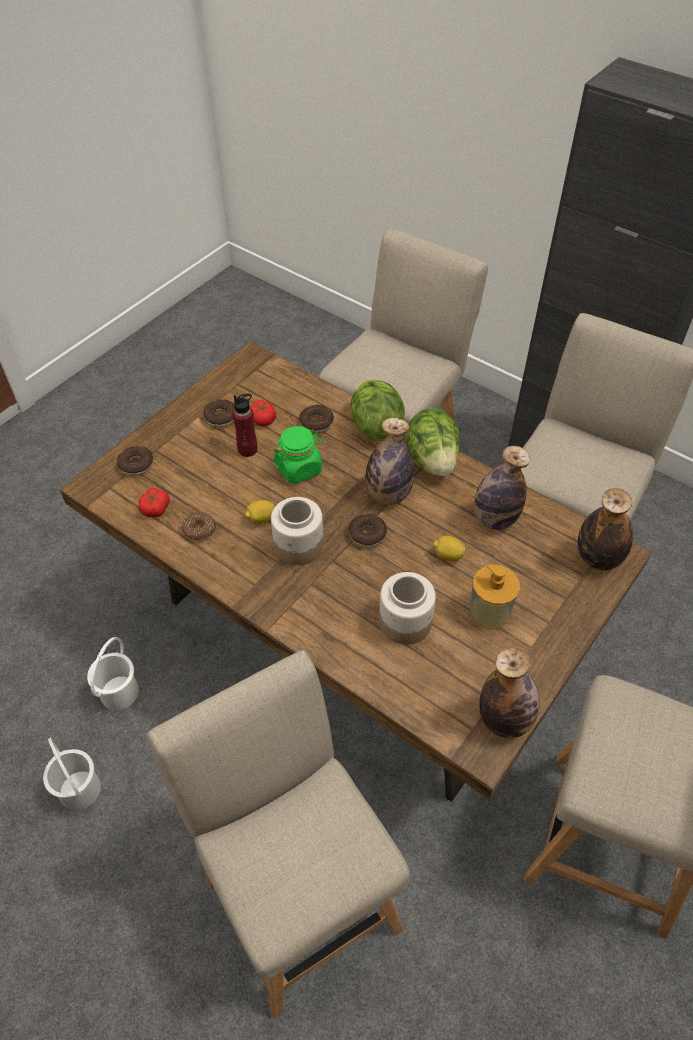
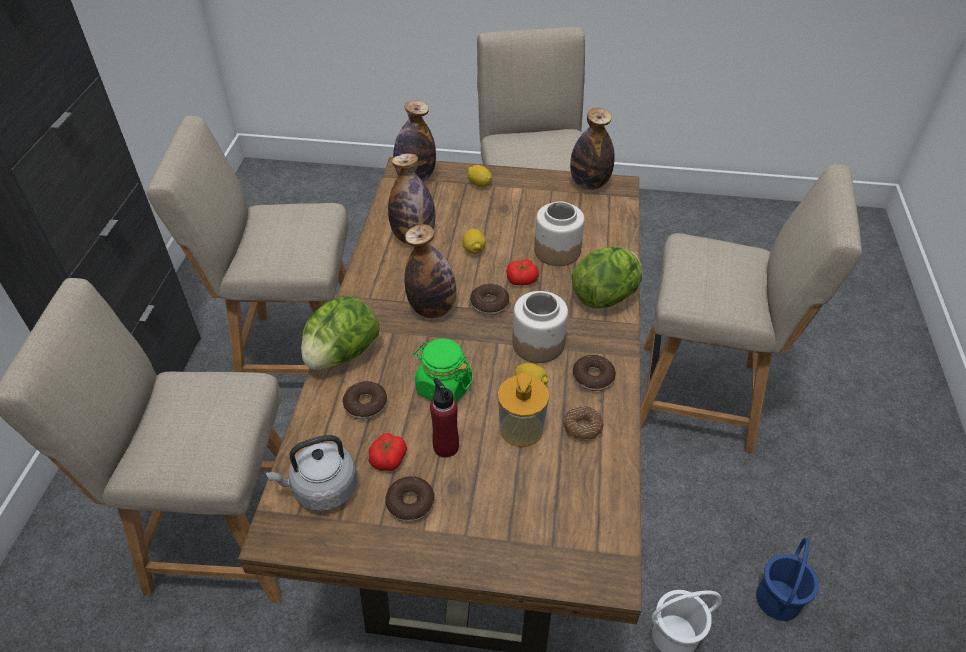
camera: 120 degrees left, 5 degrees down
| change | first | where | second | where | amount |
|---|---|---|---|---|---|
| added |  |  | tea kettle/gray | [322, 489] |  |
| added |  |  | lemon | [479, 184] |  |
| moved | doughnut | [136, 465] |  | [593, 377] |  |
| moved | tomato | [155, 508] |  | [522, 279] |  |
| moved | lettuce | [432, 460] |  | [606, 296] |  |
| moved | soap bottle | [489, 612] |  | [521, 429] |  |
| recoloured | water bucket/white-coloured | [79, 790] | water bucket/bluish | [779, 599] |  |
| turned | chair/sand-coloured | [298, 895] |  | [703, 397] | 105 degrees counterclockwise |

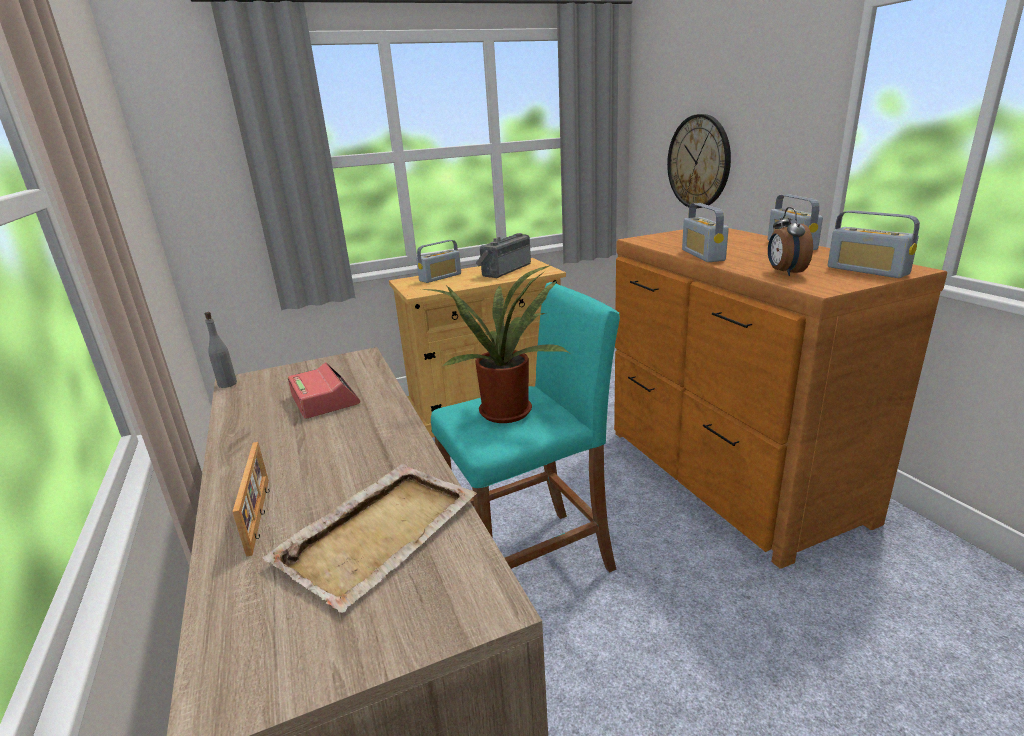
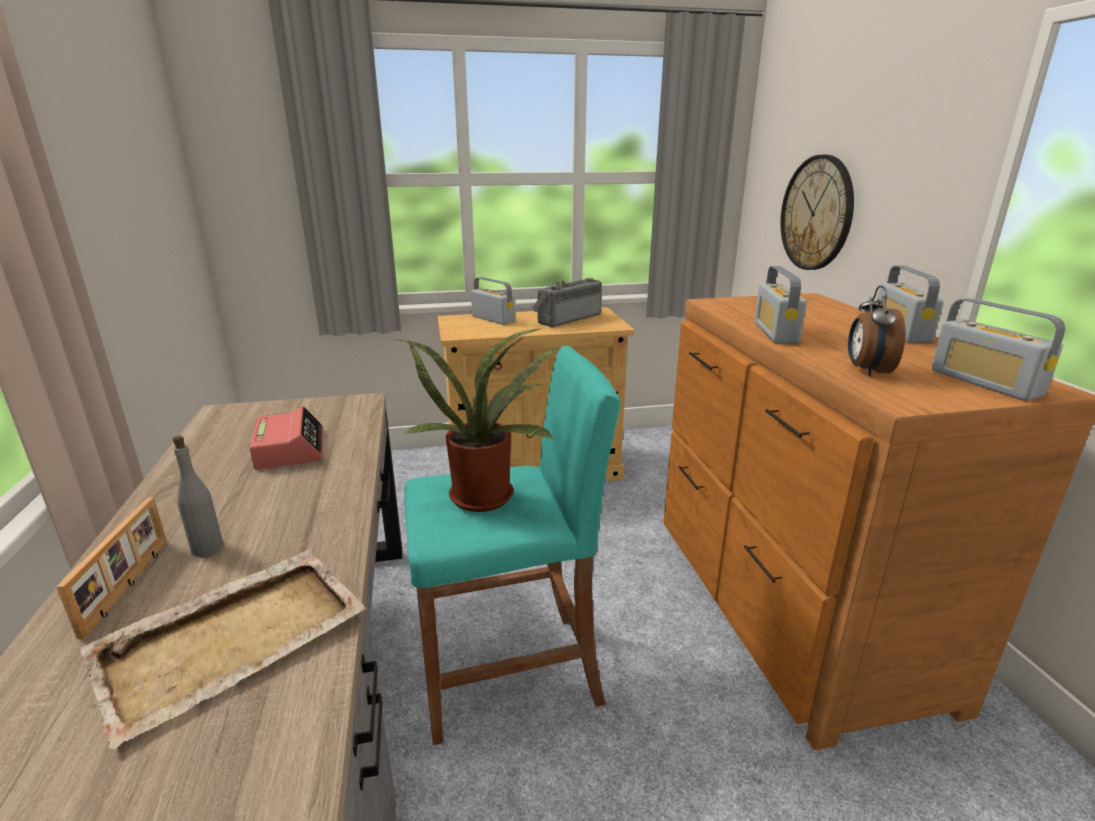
camera: 10 degrees right, 0 degrees up
| change | first | where | second | where | amount |
|---|---|---|---|---|---|
| moved | bottle/gray | [227, 384] |  | [208, 548] |  |
| turned | radio set | [440, 277] |  | [493, 319] | 105 degrees counterclockwise |

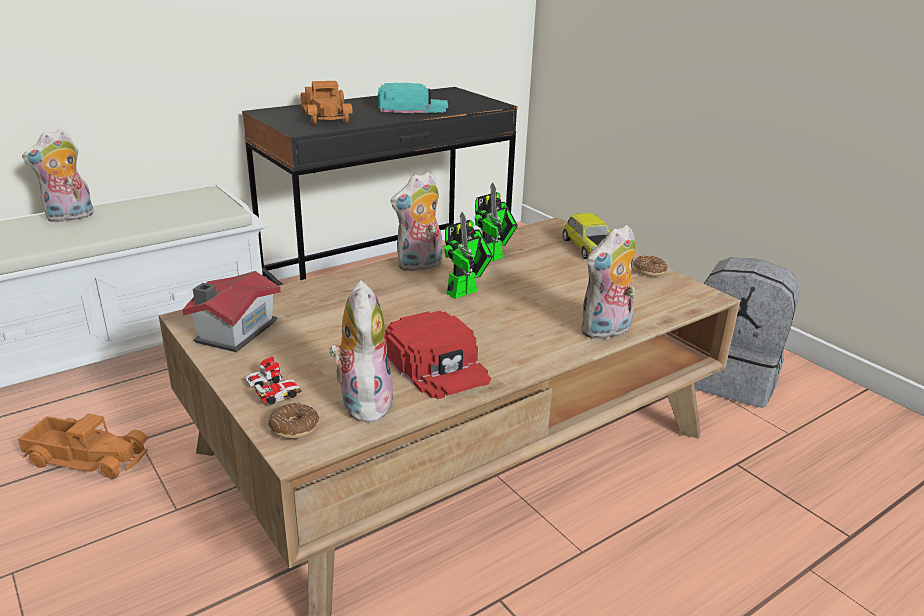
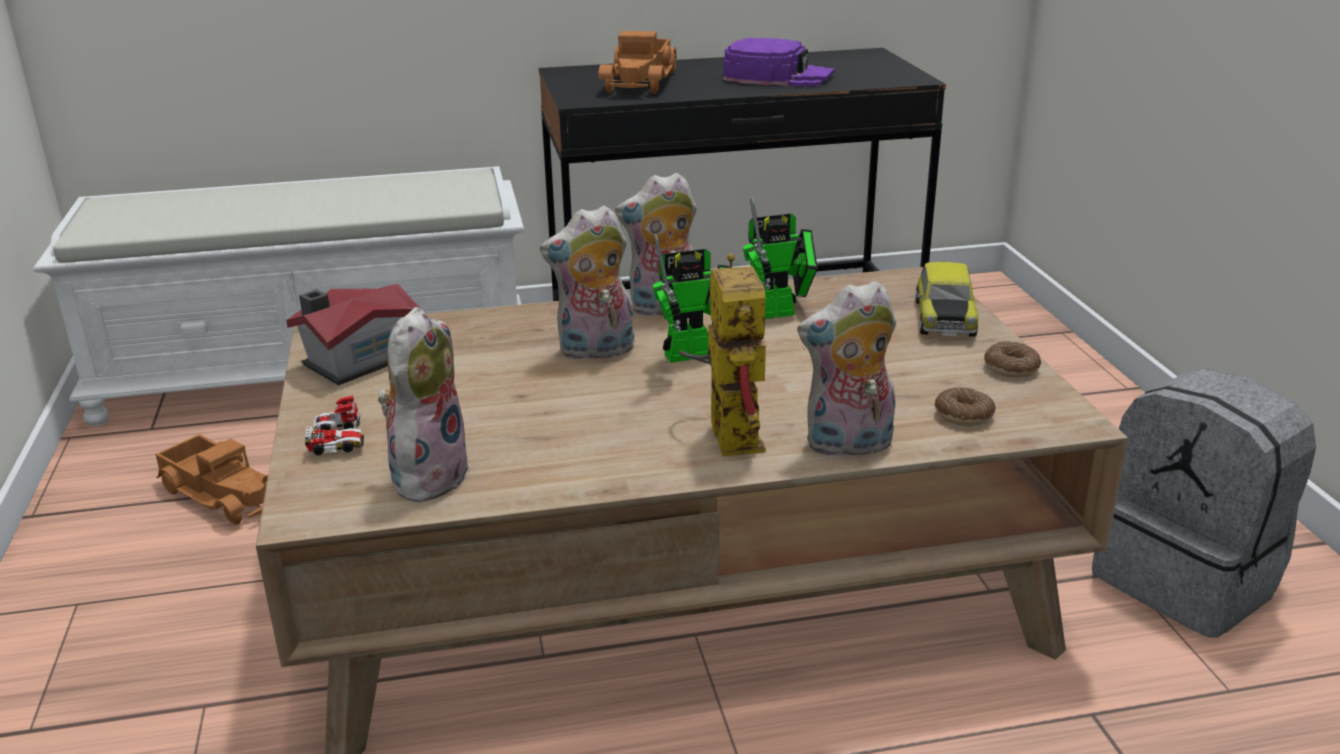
camera: 25 degrees right, 0 degrees up
| change | first | where | second | where | amount |
|---|---|---|---|---|---|
| removed | baseball cap/red-coloured | [437, 364] |  |  |  |
| added |  |  | robot figure | [726, 431] |  |
| moved | soft toy | [69, 217] |  | [595, 352] |  |
| moved | doughnut | [294, 427] |  | [963, 415] |  |
| recoloured | baseball cap/blue-green | [412, 107] | baseball cap/purple-coloured | [778, 76] |  |

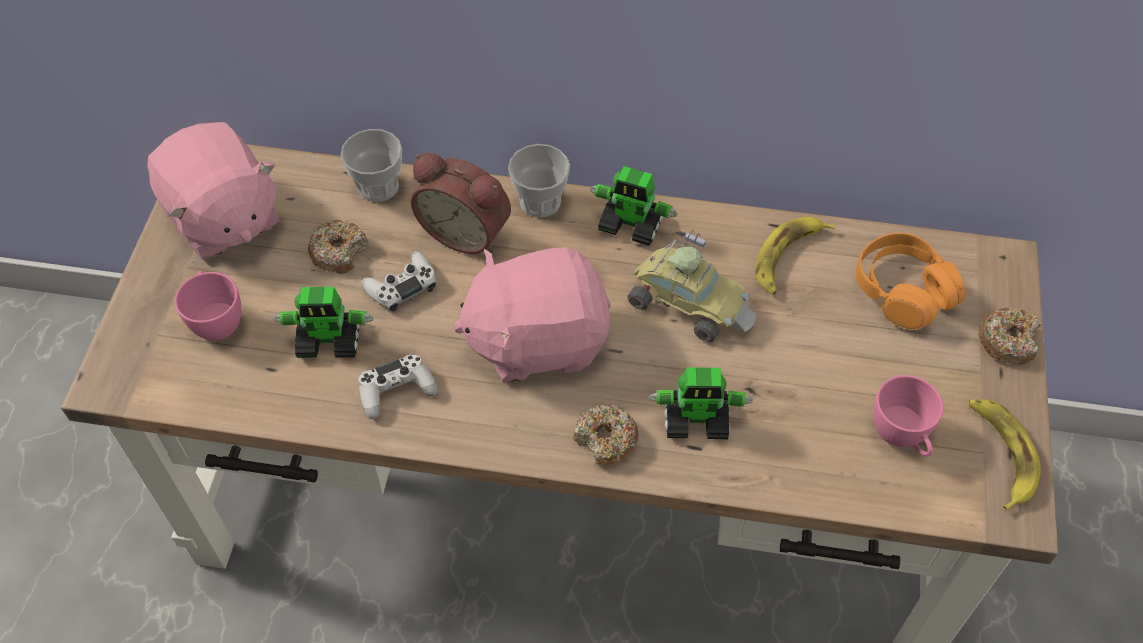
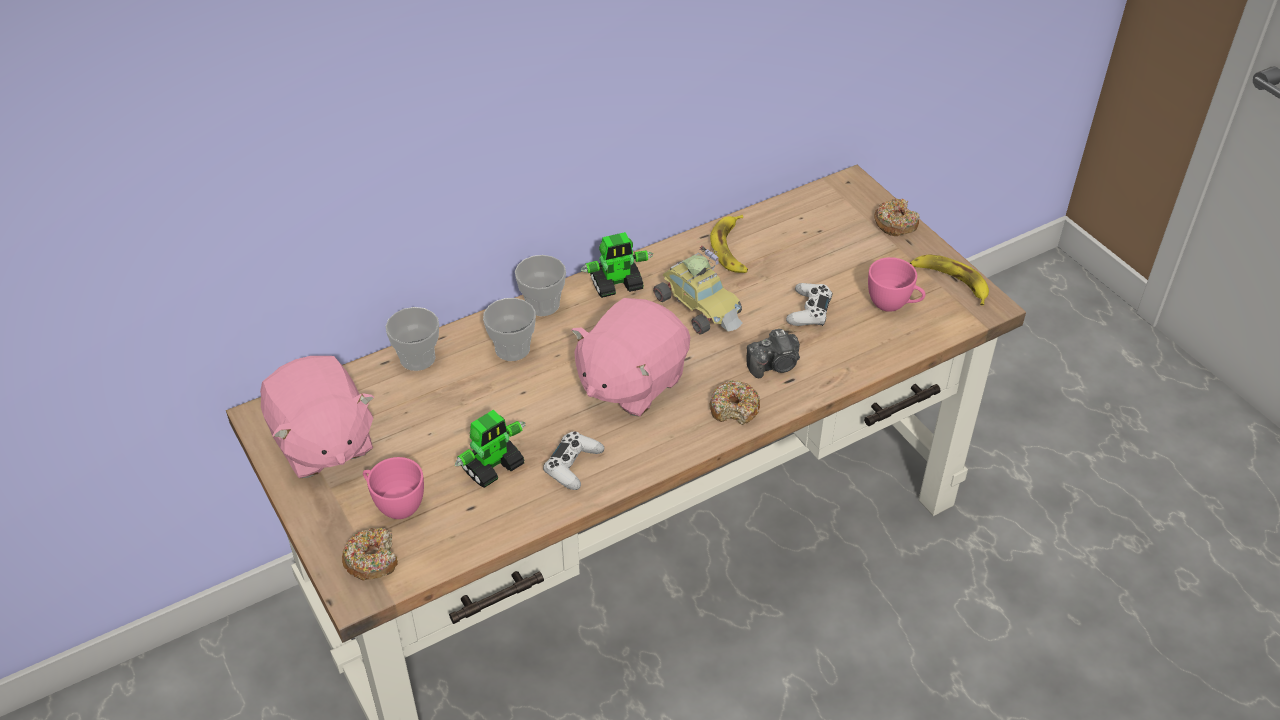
camera: 40 degrees left, 10 degrees down
| change | first | where | second | where | amount |
|---|---|---|---|---|---|
| removed | headphones/orange-coloured | [902, 291] |  |  |  |
| moved | doughnut | [339, 252] |  | [372, 560] |  |
| moved | gamepad/white-coloured | [402, 287] |  | [809, 311] |  |
| replaced | bedside clock | [467, 231] | drinking cup | [512, 348] |  |
| replaced | robot figure | [697, 419] | still camera | [774, 365] |  |
| turned | soft toy/pink | [223, 218] |  | [322, 443] | 45 degrees clockwise |
| turned | miniature car | [688, 302] |  | [700, 306] | 60 degrees clockwise |

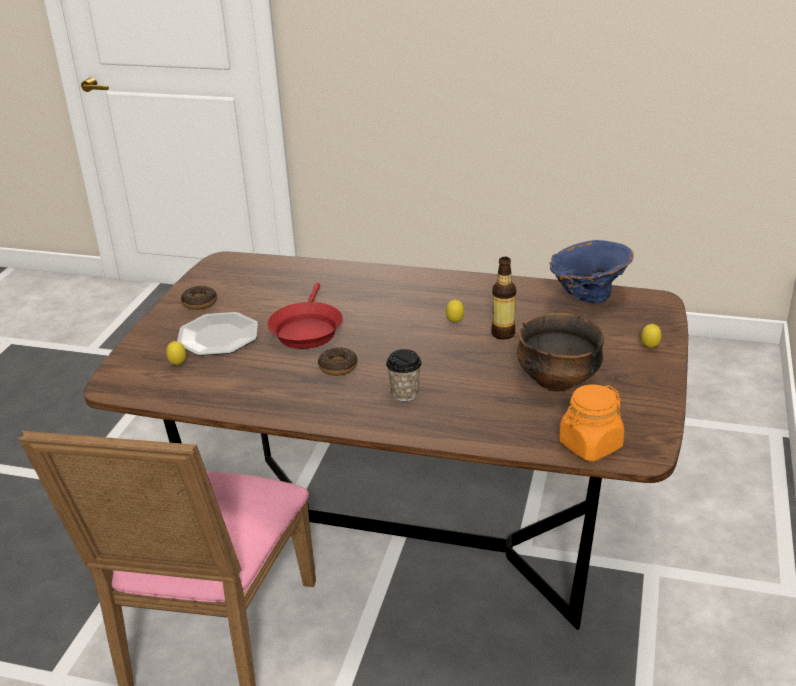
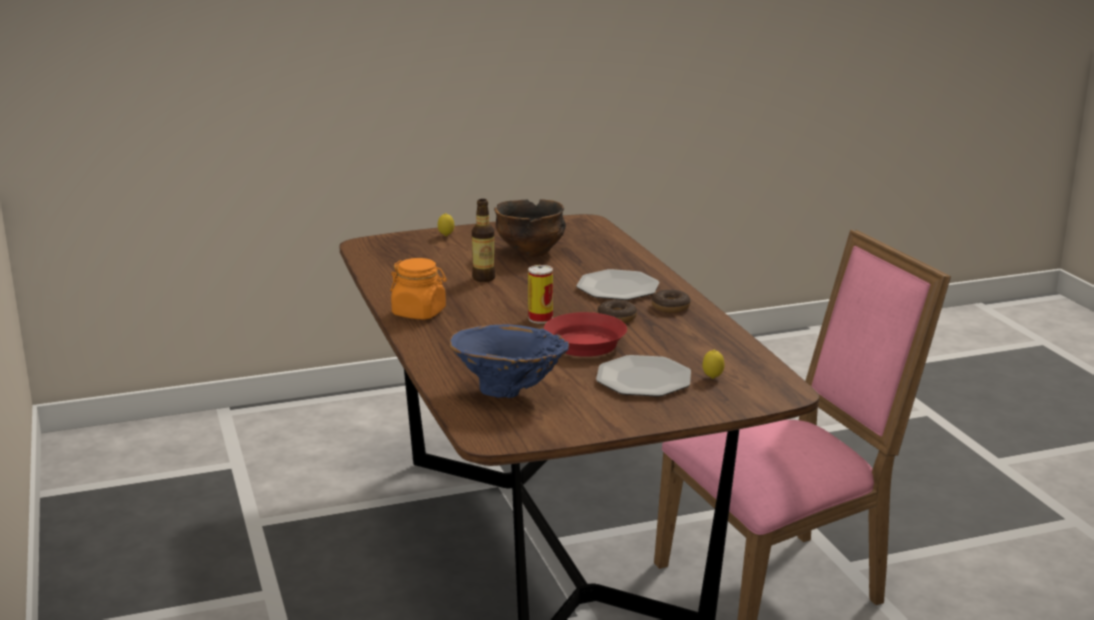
camera: 125 degrees left, 10 degrees down
| change | first | where | second | where | amount |
|---|---|---|---|---|---|
| removed | lemon | [455, 322] |  |  |  |
| added |  |  | can | [540, 318] |  |
| moved | doughnut | [199, 303] |  | [670, 307] |  |
| moved | flower vase/bluish | [587, 298] |  | [509, 394] |  |
| moved | preserve jar/orange-coloured | [590, 445] |  | [419, 313] |  |
| replaced | drinking cup | [405, 394] | flat dish | [618, 288] |  |

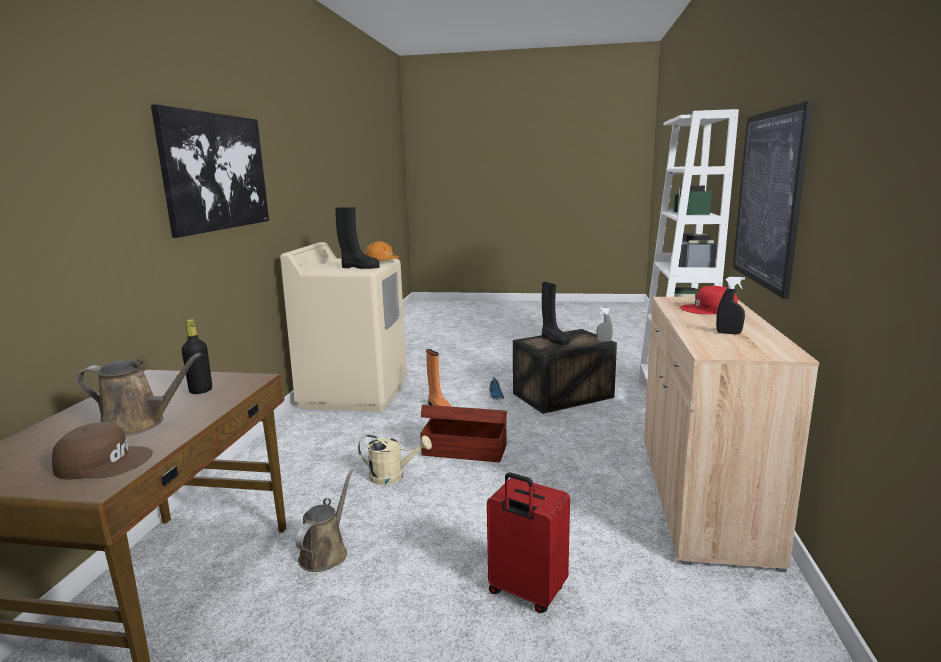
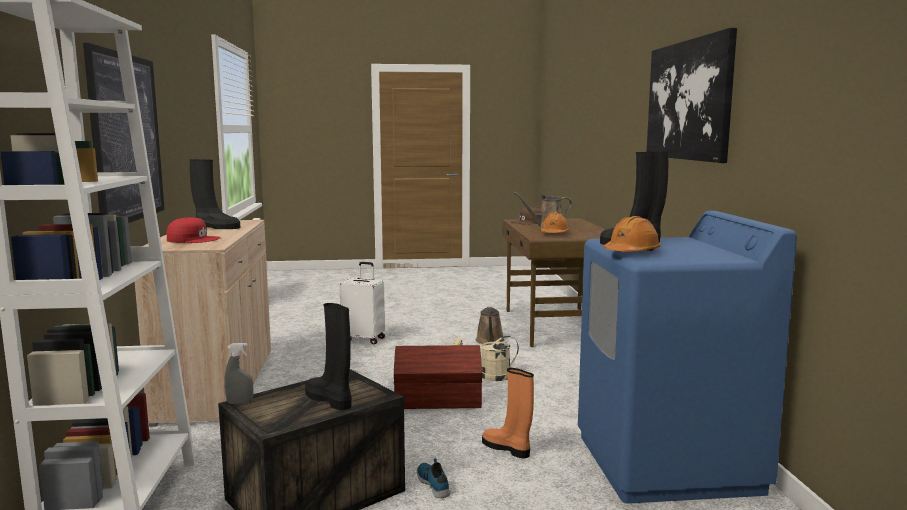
camera: 165 degrees right, 5 degrees down
| change | first | where | second | where | amount |
|---|---|---|---|---|---|
| replaced | bottle/black-coloured | [201, 391] | hard hat/orange-coloured | [554, 233] |  |
| replaced | sprayer/black-coloured | [728, 333] | tall boot/black-coloured | [216, 228] |  |
| recoloured | washing machine/sand-coloured | [354, 393] | washing machine/bluish | [667, 463] |  |
| recoloured | suitcase/red-coloured | [526, 592] | suitcase/white-coloured | [364, 339] |  |

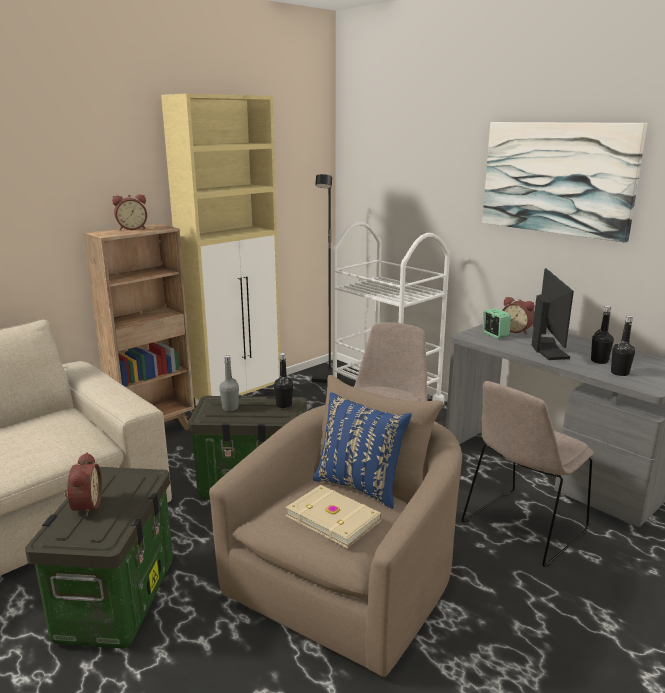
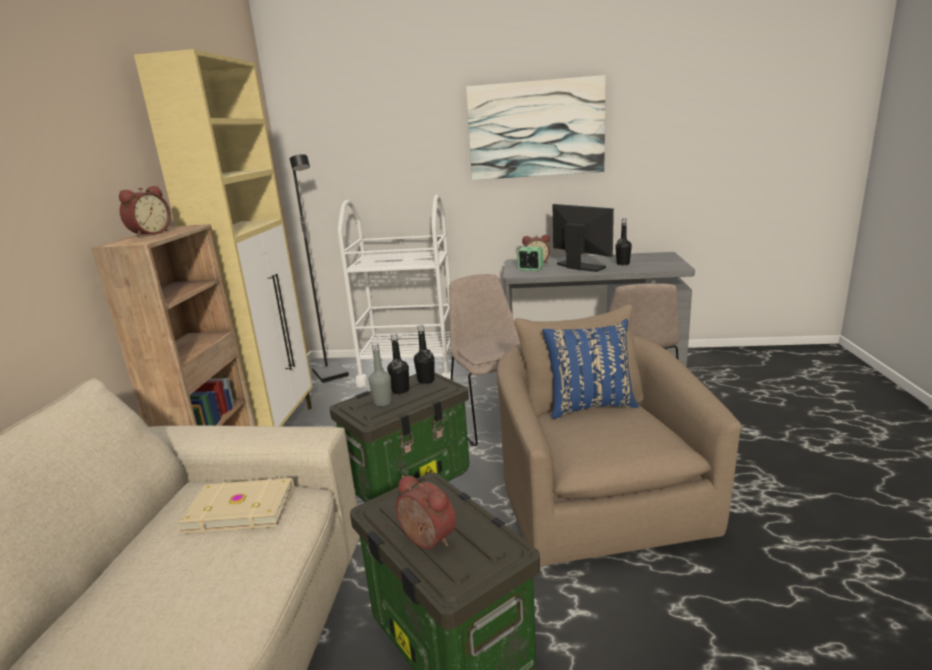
camera: 40 degrees left, 0 degrees up
| change | first | where | second | where | amount |
|---|---|---|---|---|---|
| moved | book/sand-coloured | [334, 517] |  | [240, 507] |  |
| moved | bottle/black-coloured | [619, 373] |  | [400, 390] |  |

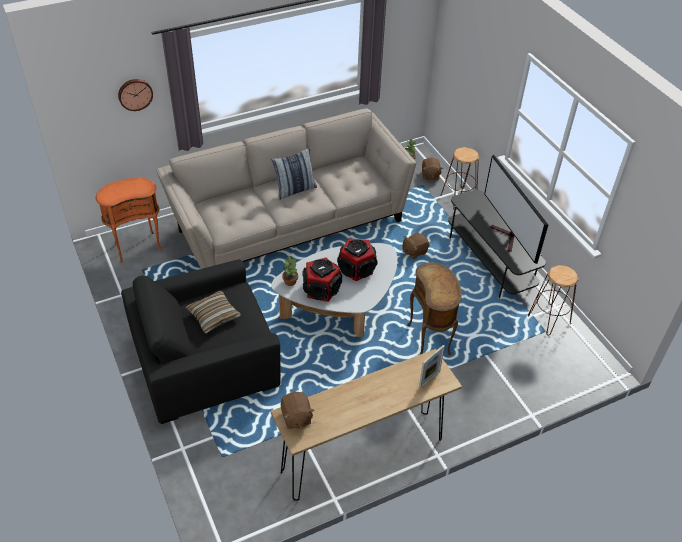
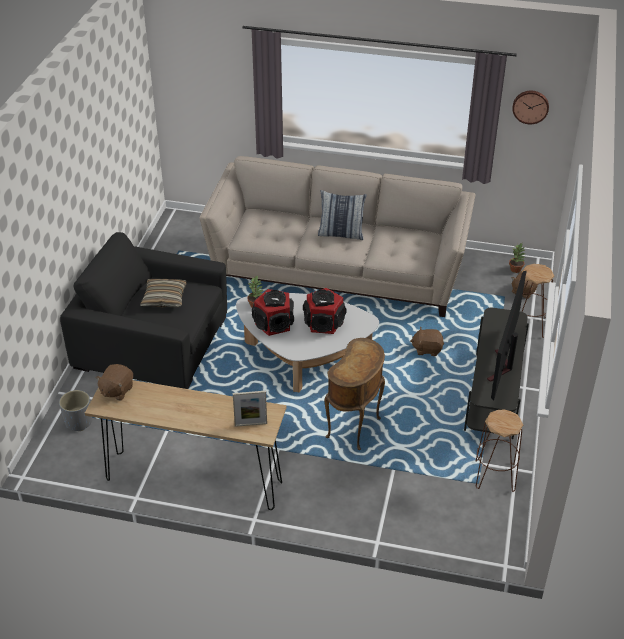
camera: 40 degrees right, 5 degrees down
| change | first | where | second | where | amount |
|---|---|---|---|---|---|
| removed | side table/orange-coloured | [137, 246] |  |  |  |
| added |  |  | planter/gray | [78, 421] |  |
| moved | hanging clock | [135, 94] |  | [530, 106] |  |

